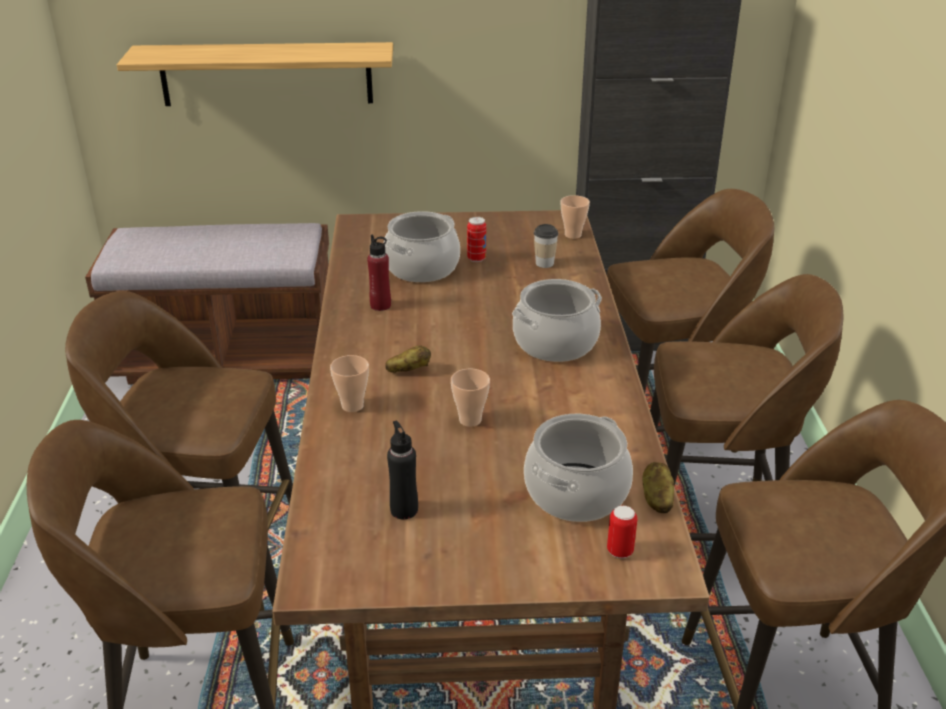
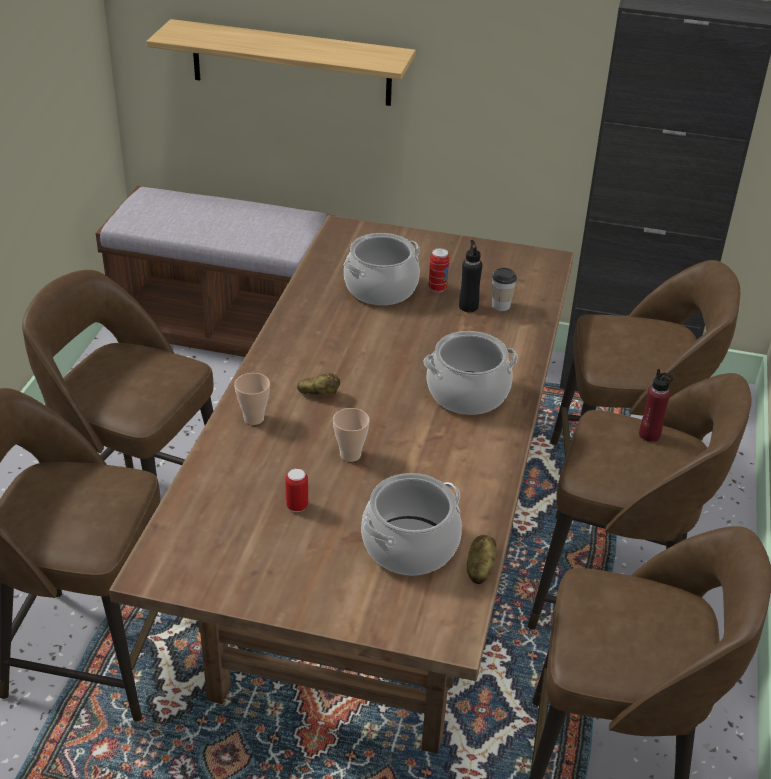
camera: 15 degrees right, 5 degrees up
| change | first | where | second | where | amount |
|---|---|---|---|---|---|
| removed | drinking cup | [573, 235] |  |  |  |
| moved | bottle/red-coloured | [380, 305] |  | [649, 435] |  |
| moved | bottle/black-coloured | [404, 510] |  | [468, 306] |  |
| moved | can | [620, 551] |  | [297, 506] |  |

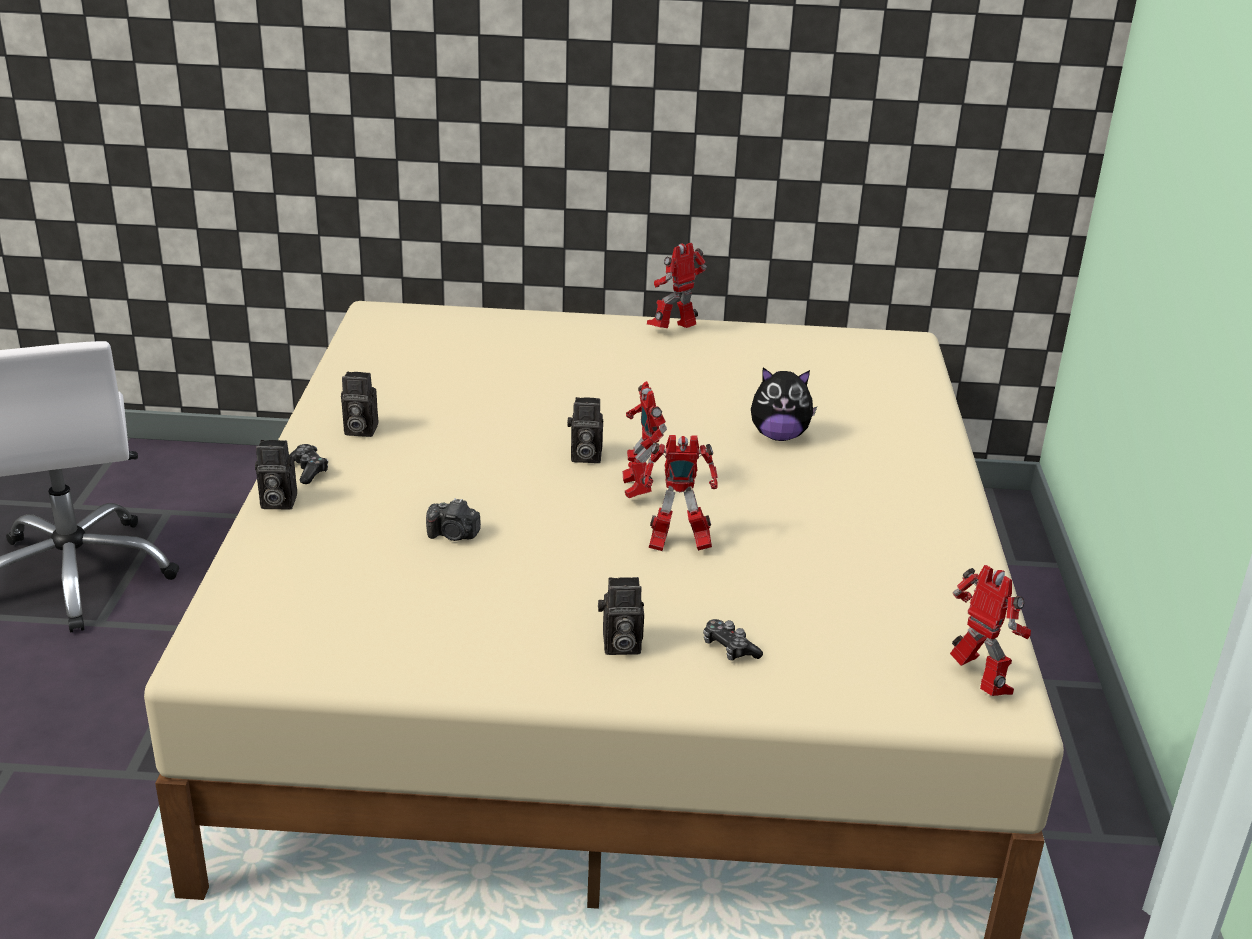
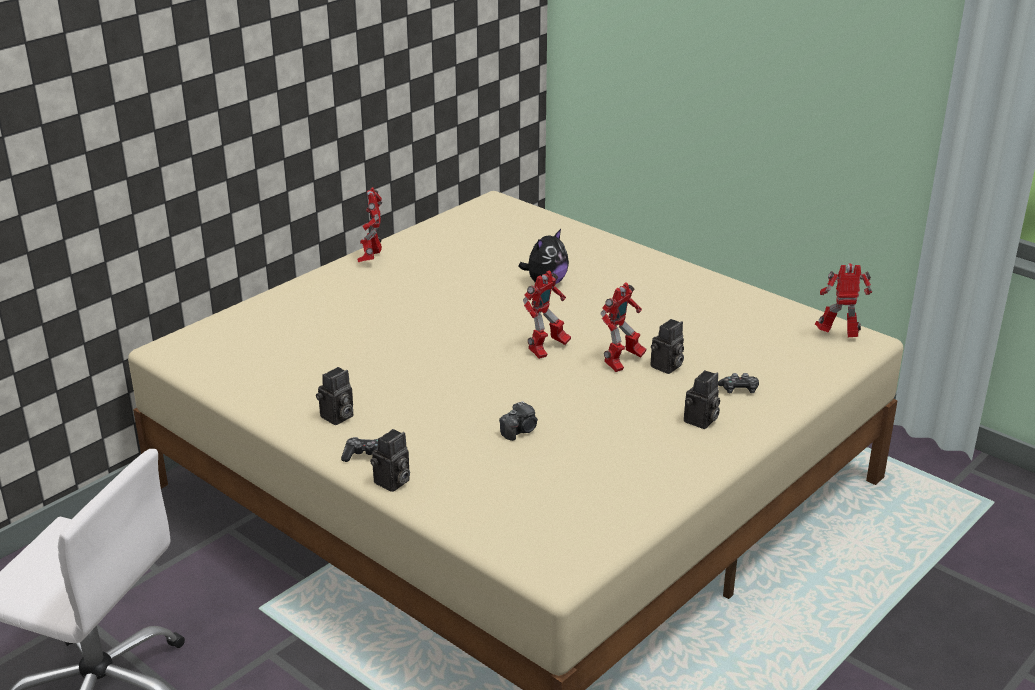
camera: 50 degrees left, 0 degrees up
| change | first | where | second | where | amount |
|---|---|---|---|---|---|
| moved | still camera | [584, 456] |  | [666, 367] |  |
| turned | robot figure | [637, 489] |  | [546, 350] | 75 degrees counterclockwise |

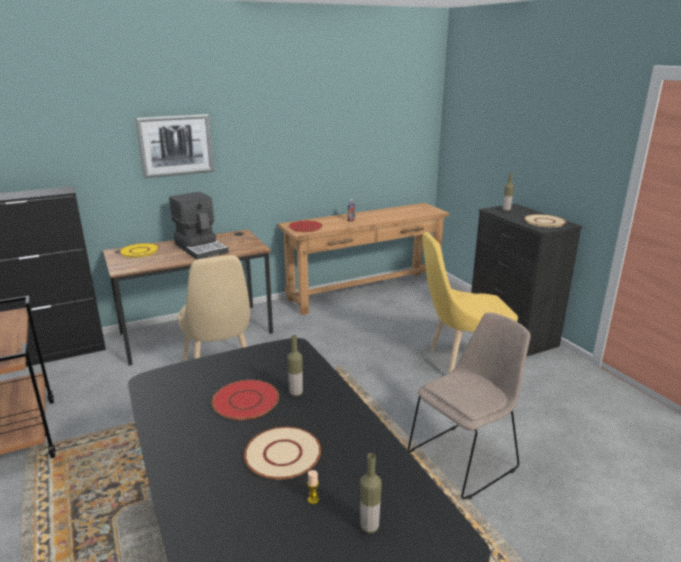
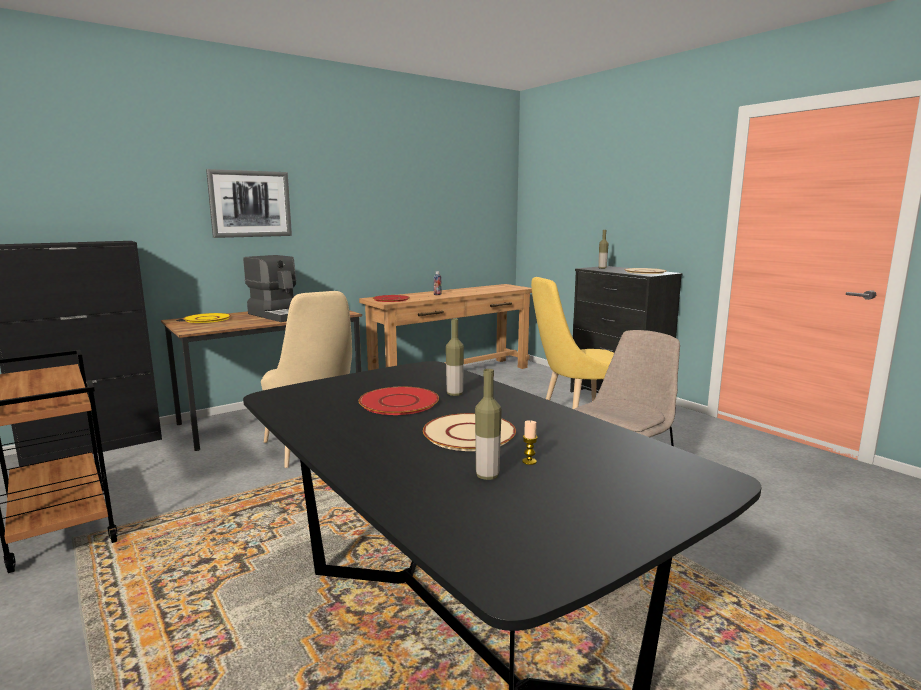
camera: 10 degrees left, 10 degrees down
| change | first | where | second | where | amount |
|---|---|---|---|---|---|
| moved | bottle | [369, 527] |  | [487, 476] |  |

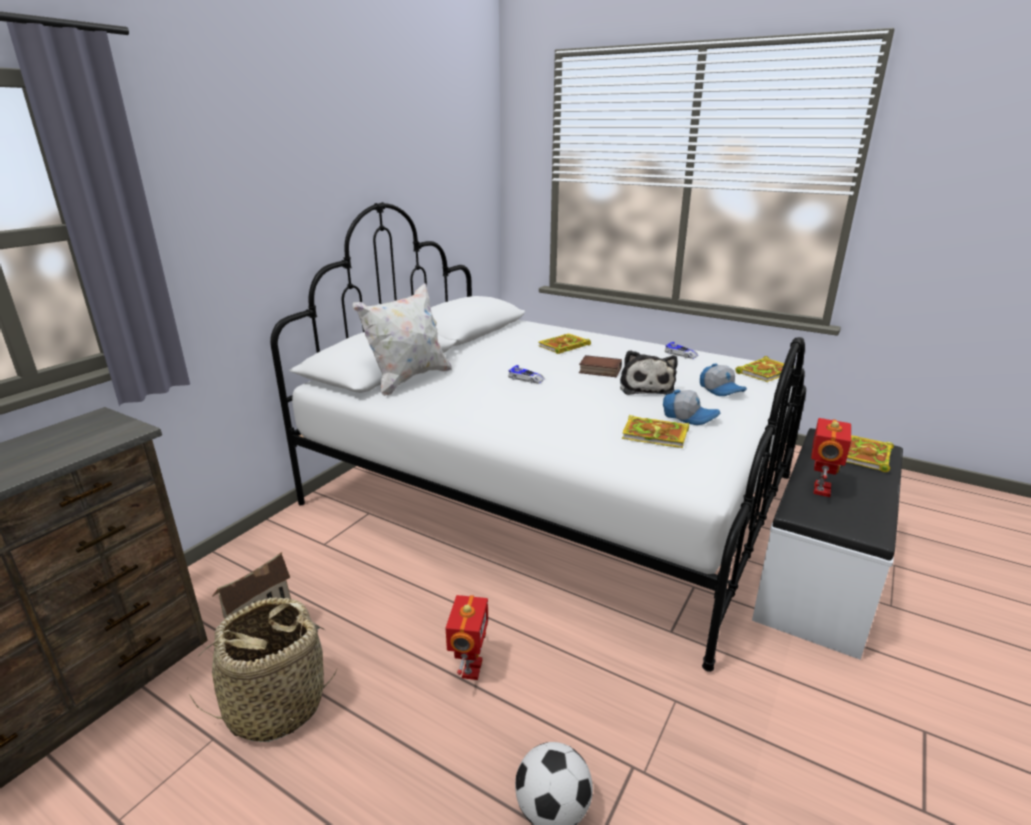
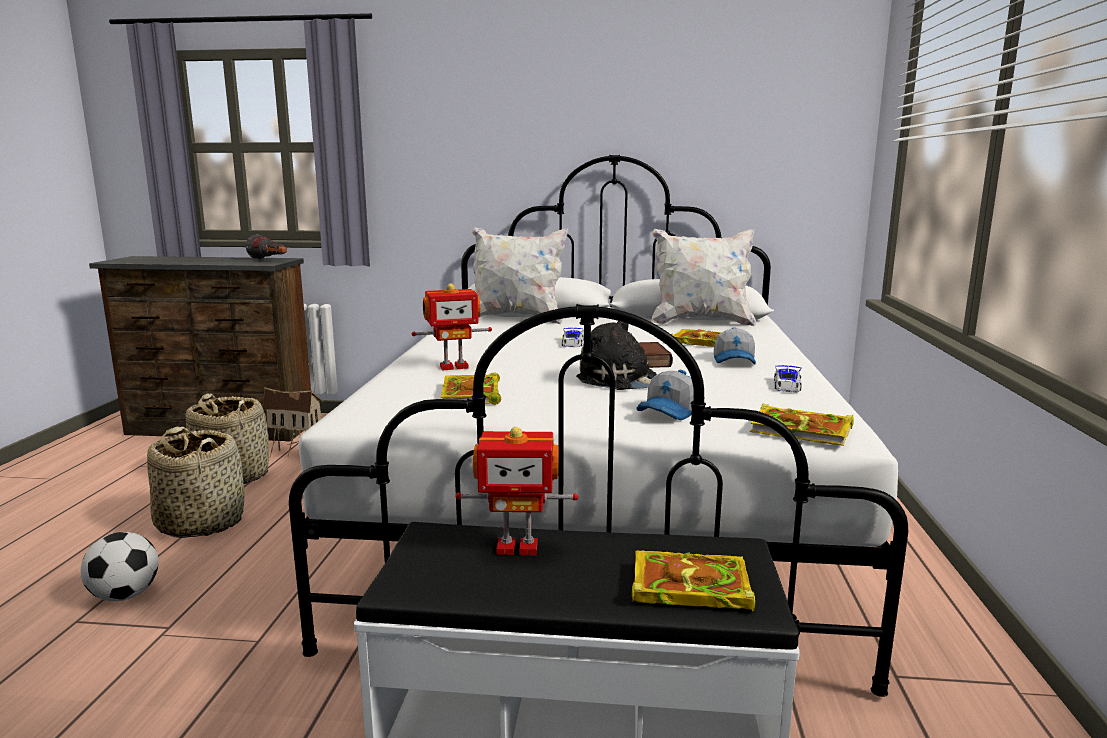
camera: 65 degrees right, 10 degrees down
| change | first | where | second | where | amount |
|---|---|---|---|---|---|
| added |  |  | basket | [201, 522] |  |
| added |  |  | hand torch | [270, 260] |  |
| added |  |  | cushion/white-coloured | [701, 322] |  |
| moved | robot figure | [470, 668] |  | [453, 366] |  |
| moved | baseball cap | [689, 417] |  | [735, 361] |  |
| turned | soft toy | [645, 387] |  | [621, 380] | 60 degrees clockwise |

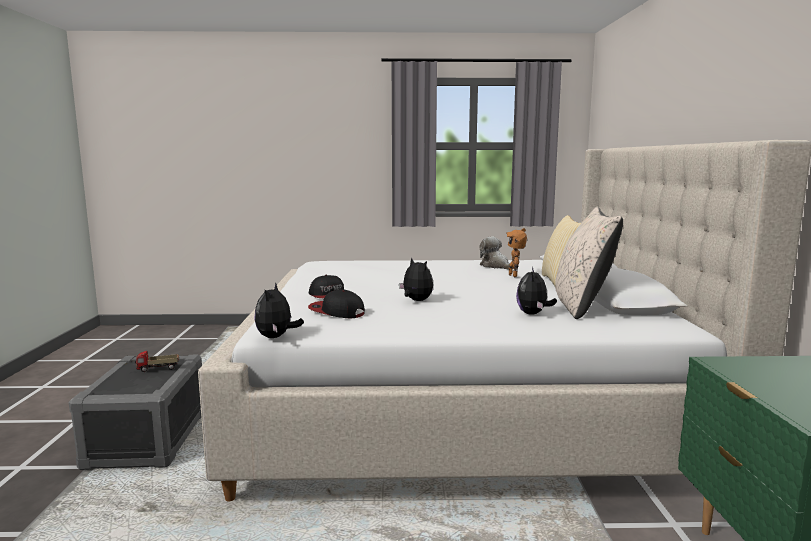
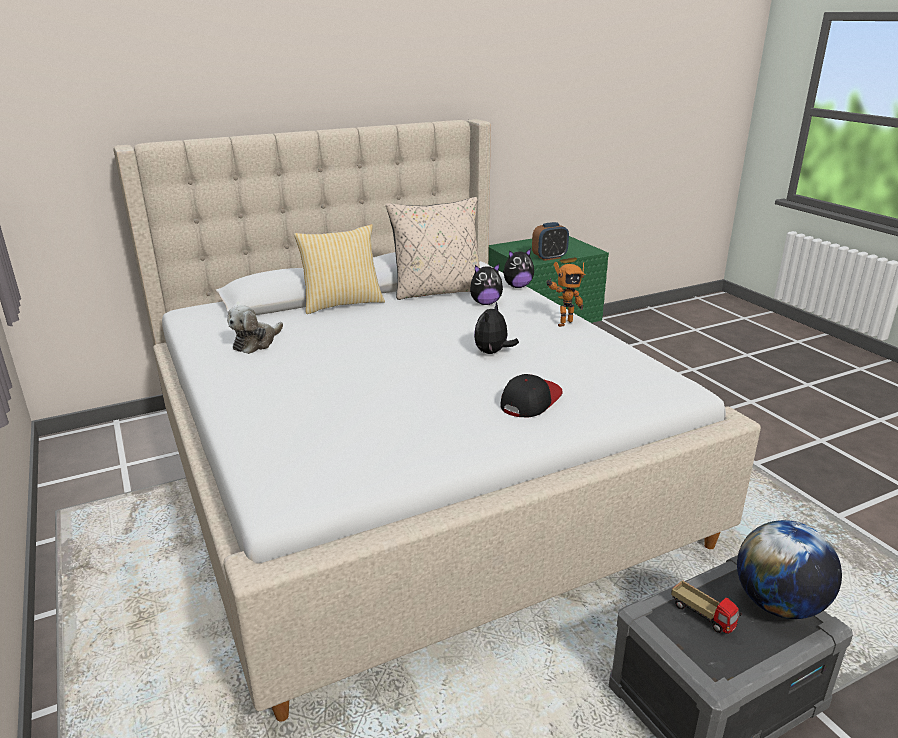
camera: 115 degrees left, 15 degrees up
| change | first | where | second | where | amount |
|---|---|---|---|---|---|
| removed | baseball cap | [336, 312] |  |  |  |
| added |  |  | bedside clock | [549, 257] |  |
| added |  |  | globe | [778, 604] |  |
| moved | soft toy | [276, 337] |  | [517, 286] |  |
| moved | robot figure | [514, 276] |  | [563, 323] |  |

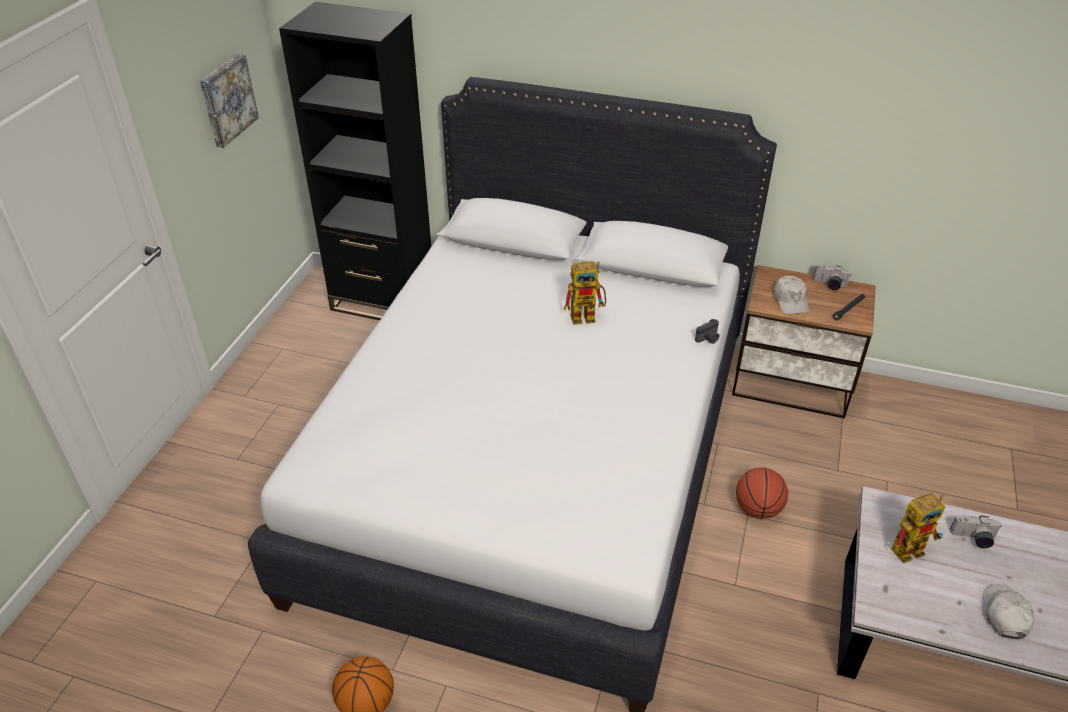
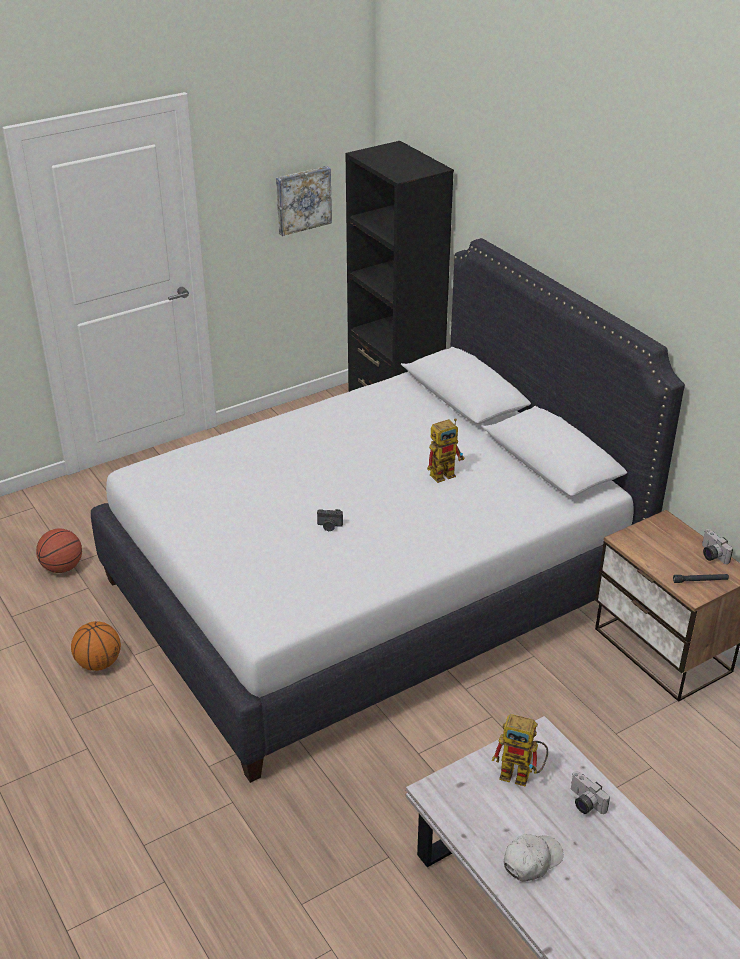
camera: 40 degrees right, 5 degrees down
| change | first | where | second | where | amount |
|---|---|---|---|---|---|
| removed | baseball cap/white-coloured | [791, 301] |  |  |  |
| moved | still camera | [708, 339] |  | [329, 526] |  |
| moved | basketball | [757, 509] |  | [62, 567] |  |
| turned | robot figure | [588, 316] |  | [446, 473] | 60 degrees counterclockwise |

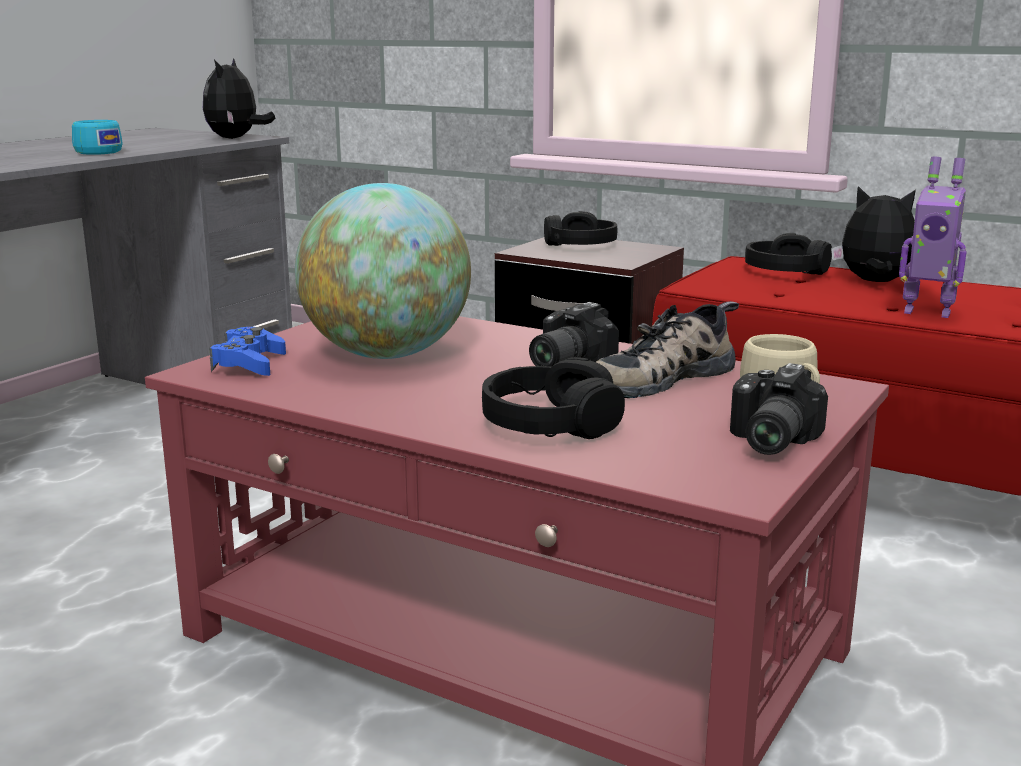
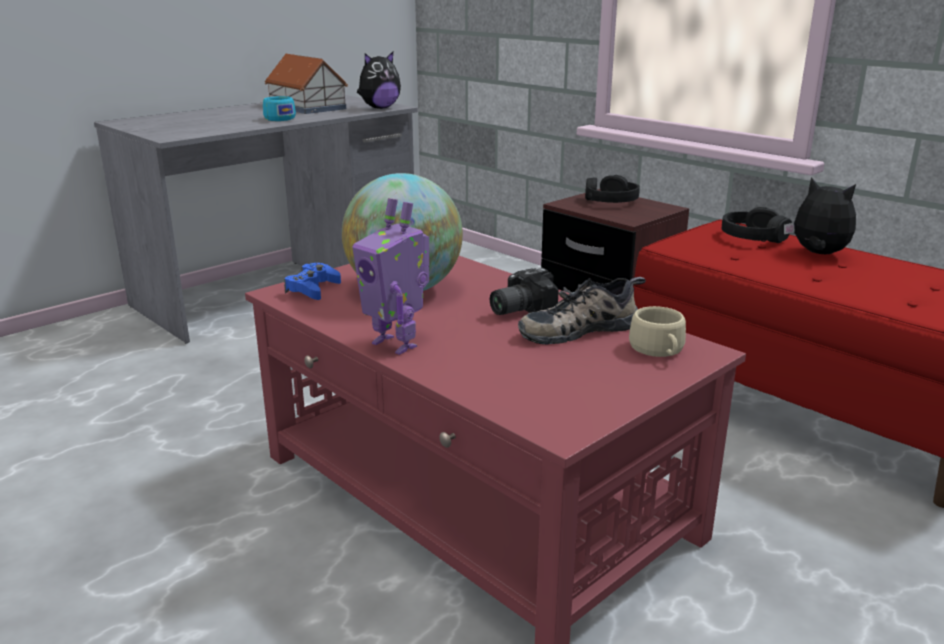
camera: 15 degrees right, 5 degrees up
| change | first | where | second | where | amount |
|---|---|---|---|---|---|
| removed | headphones/black-coloured | [550, 423] |  |  |  |
| removed | still camera | [766, 441] |  |  |  |
| added |  |  | toy house | [307, 107] |  |
| moved | robot figure | [927, 312] |  | [396, 344] |  |
| turned | soft toy | [235, 138] |  | [379, 108] | 150 degrees counterclockwise |

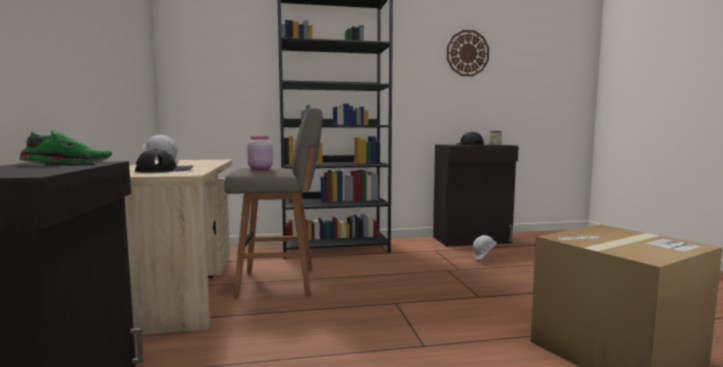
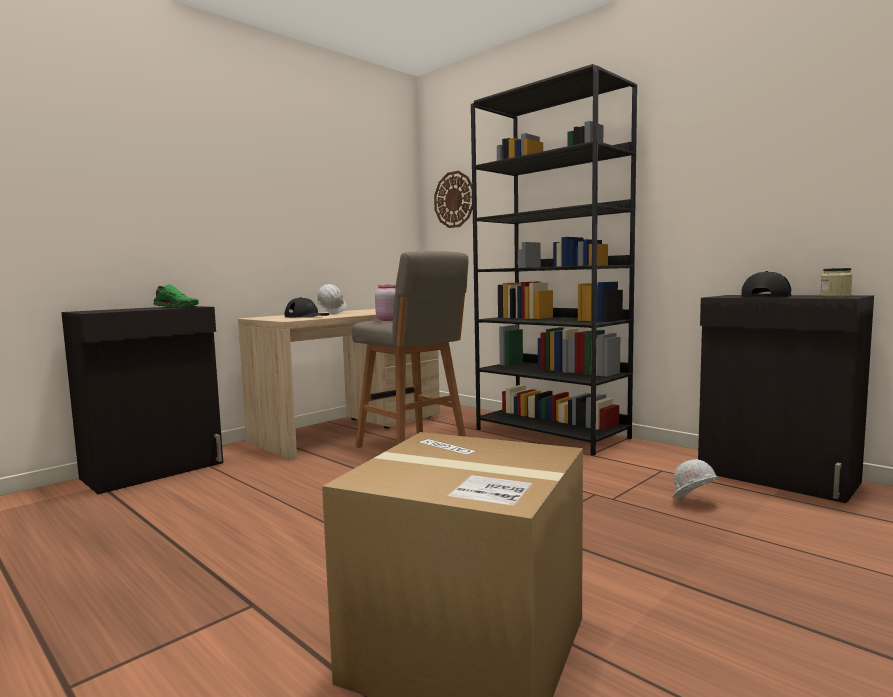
camera: 55 degrees right, 0 degrees up
| change | first | where | second | where | amount |
|---|---|---|---|---|---|
| moved | hanging clock | [467, 53] |  | [454, 199] |  |

